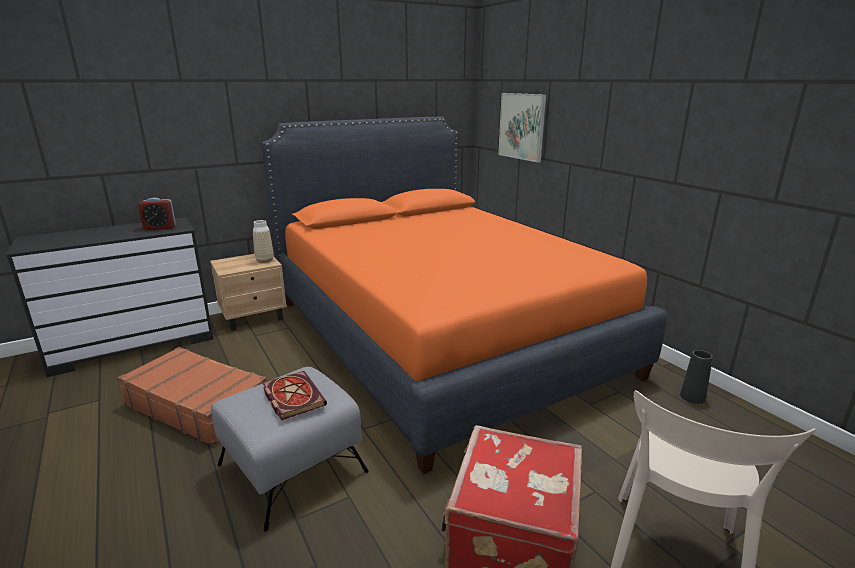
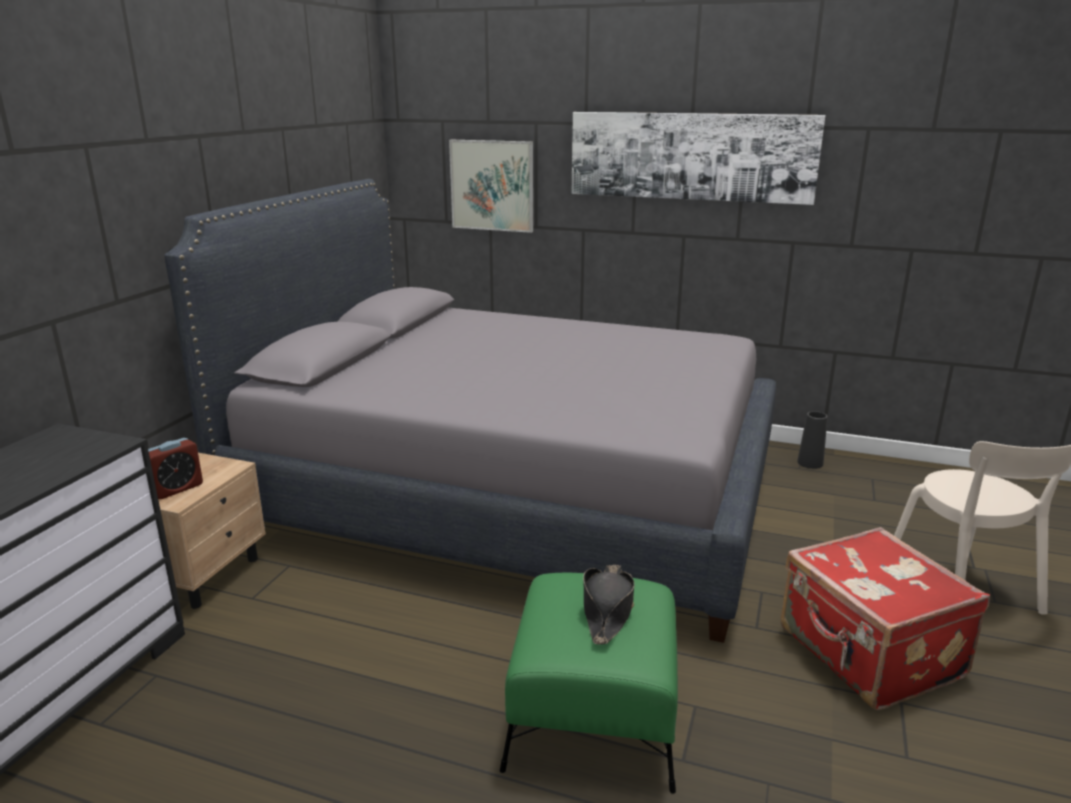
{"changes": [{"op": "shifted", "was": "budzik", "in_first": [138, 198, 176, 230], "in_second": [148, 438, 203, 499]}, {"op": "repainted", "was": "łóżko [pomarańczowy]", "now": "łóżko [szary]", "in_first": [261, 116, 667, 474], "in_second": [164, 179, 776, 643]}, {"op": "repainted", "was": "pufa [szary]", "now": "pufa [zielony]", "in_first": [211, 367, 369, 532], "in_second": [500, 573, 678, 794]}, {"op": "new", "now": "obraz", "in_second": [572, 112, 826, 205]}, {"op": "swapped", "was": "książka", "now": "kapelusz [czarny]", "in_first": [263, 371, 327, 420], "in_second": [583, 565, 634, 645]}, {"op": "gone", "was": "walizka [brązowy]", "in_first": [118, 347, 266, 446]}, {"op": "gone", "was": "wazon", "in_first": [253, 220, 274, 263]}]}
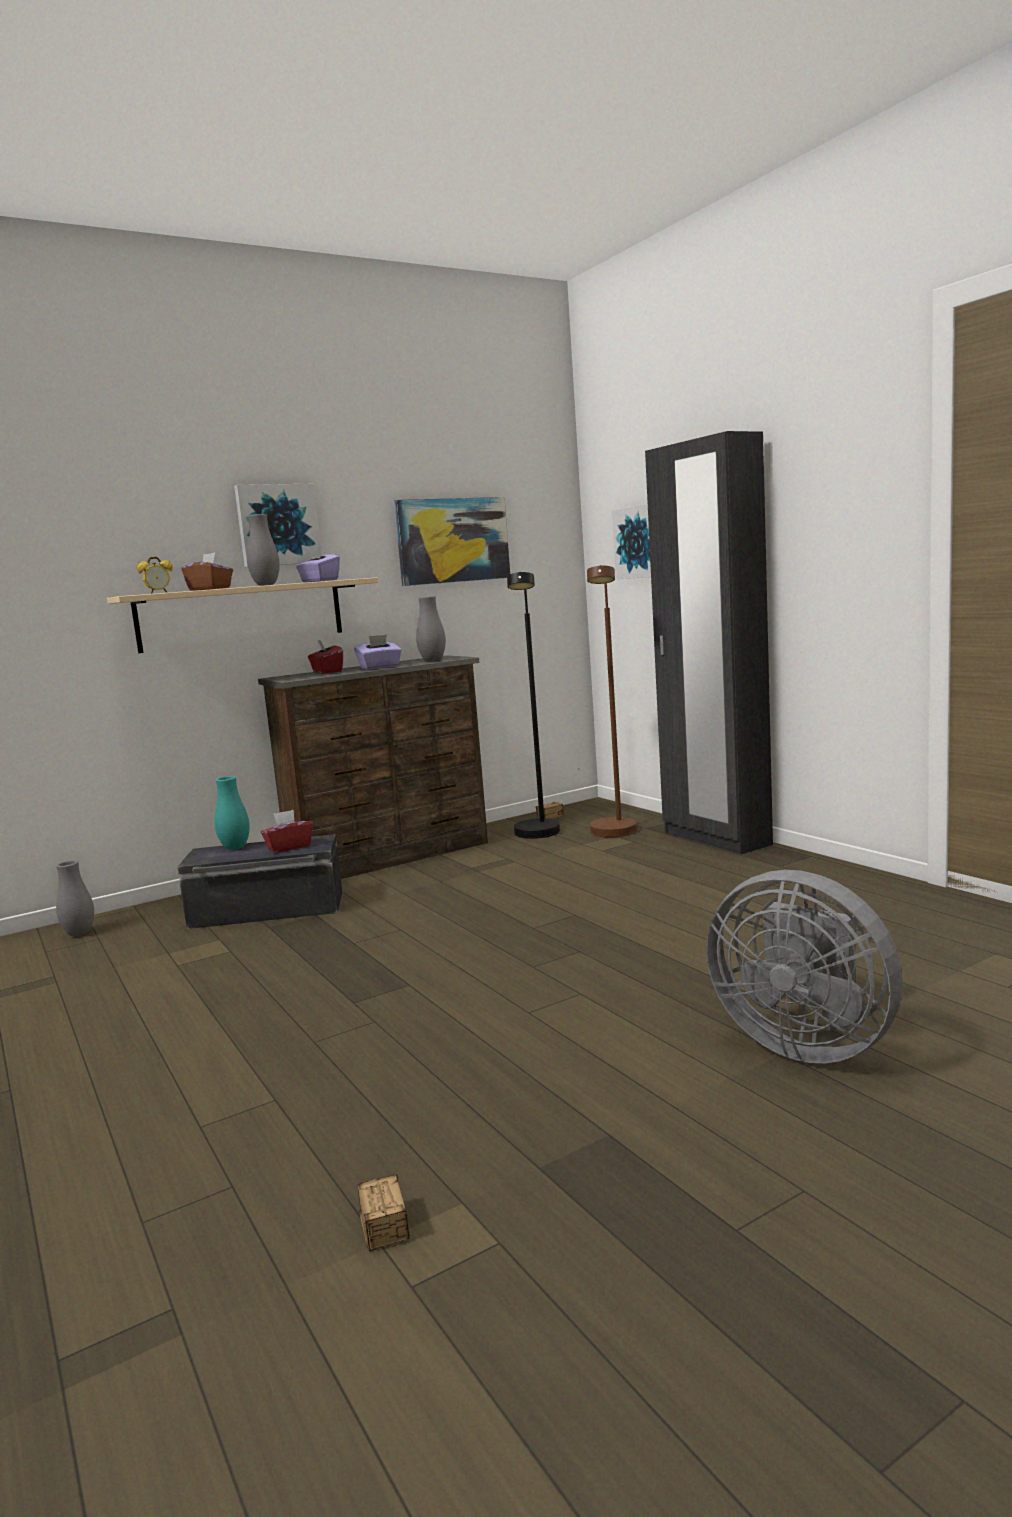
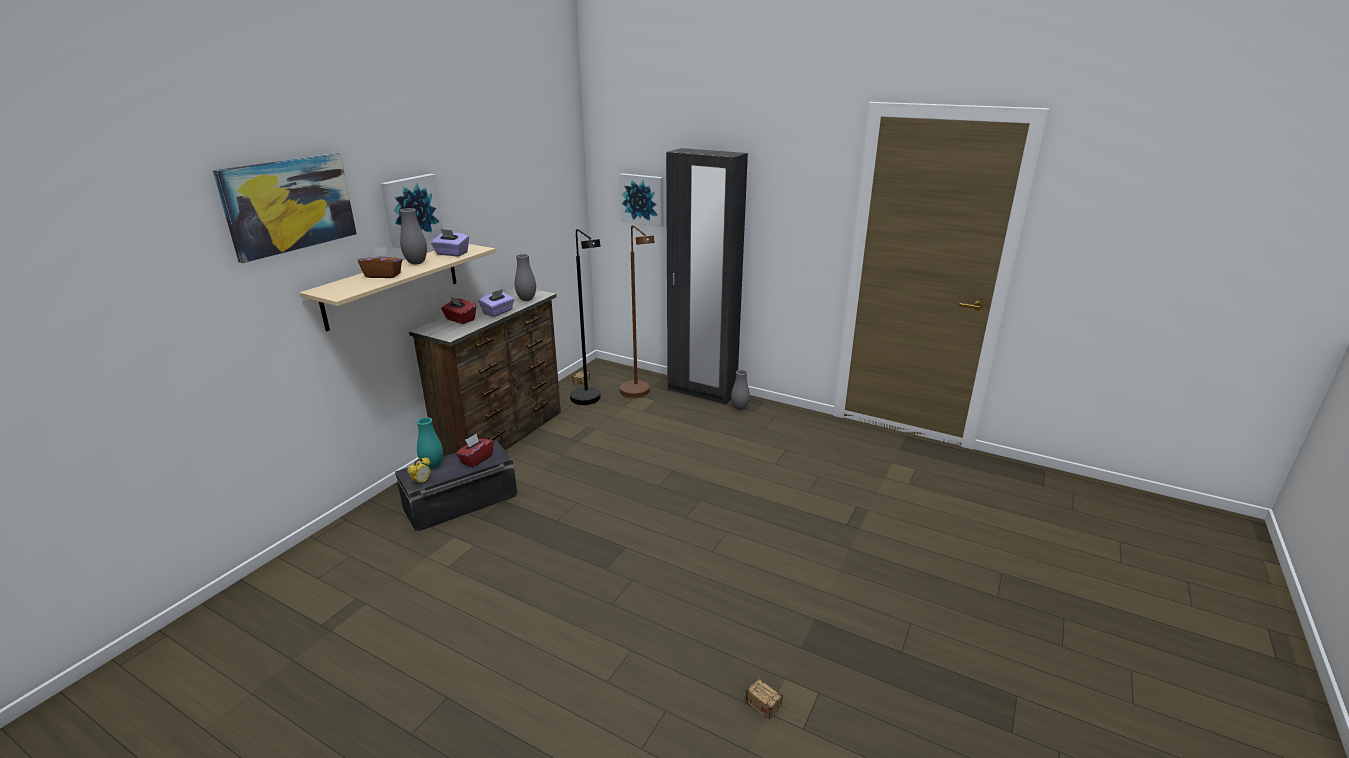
{"changes": [{"op": "shifted", "was": "obraz", "in_first": [394, 497, 510, 586], "in_second": [213, 153, 357, 263]}, {"op": "shifted", "was": "budzik", "in_first": [137, 556, 173, 594], "in_second": [407, 457, 431, 486]}, {"op": "shifted", "was": "wazon [szary]", "in_first": [56, 860, 94, 936], "in_second": [731, 370, 750, 410]}, {"op": "gone", "was": "wentylator [szary]", "in_first": [706, 870, 903, 1063]}]}
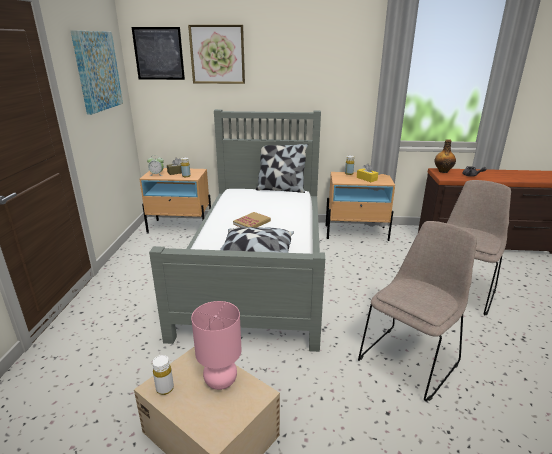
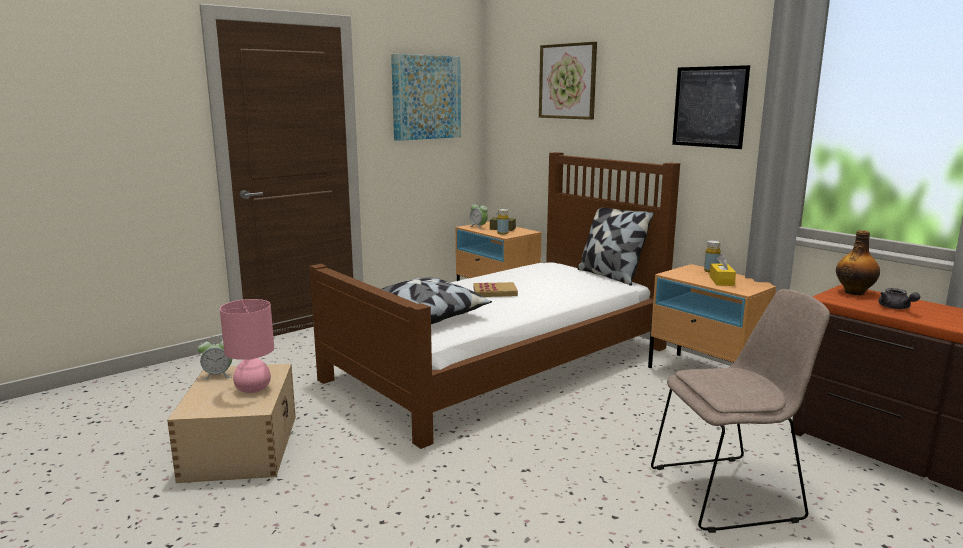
{"changes": [{"op": "swapped", "was": "butelka [biały]", "now": "budzik", "in_first": [152, 355, 174, 395], "in_second": [198, 336, 232, 380]}, {"op": "repainted", "was": "łóżko [szary]", "now": "łóżko [brązowy]", "in_first": [149, 109, 325, 352], "in_second": [309, 152, 680, 449]}, {"op": "shifted", "was": "obraz", "in_first": [131, 27, 185, 80], "in_second": [672, 65, 750, 149]}, {"op": "gone", "was": "krzesło [beżowy]", "in_first": [358, 221, 477, 401]}]}
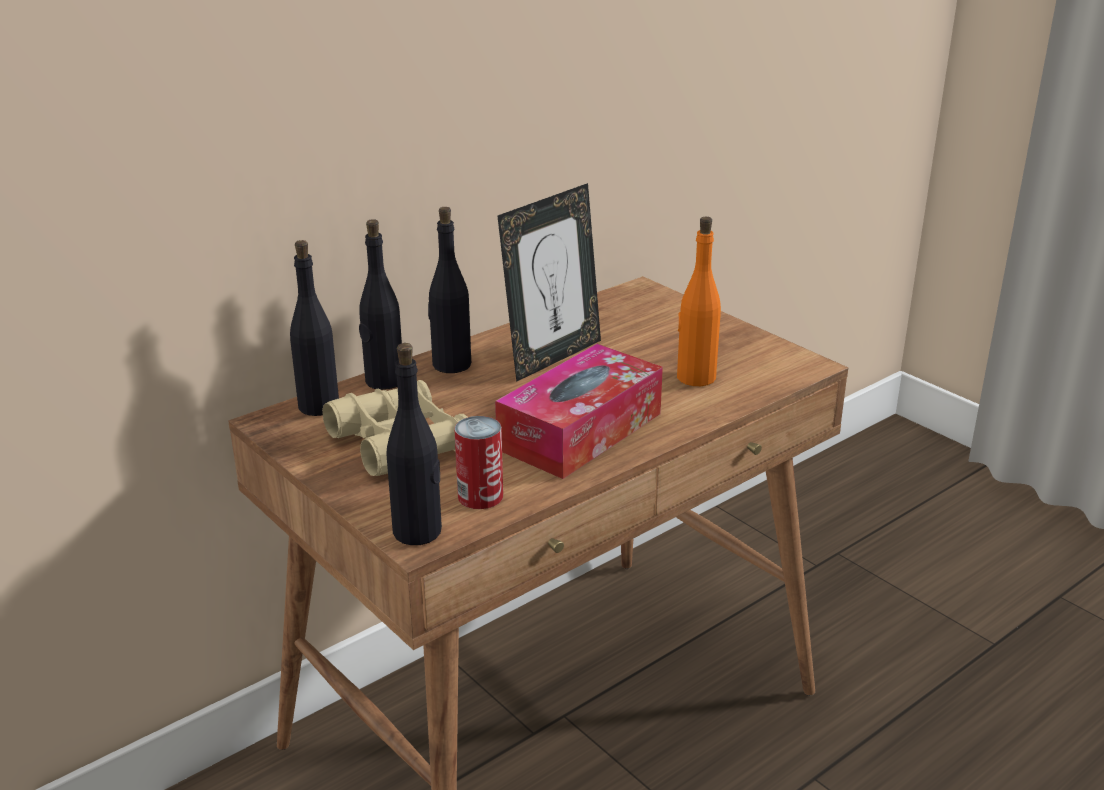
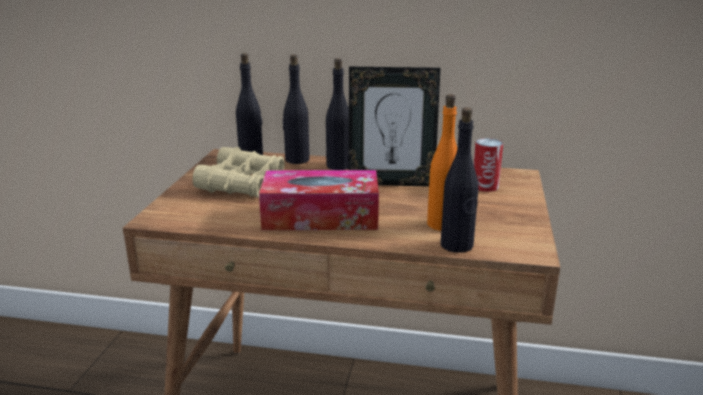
{"changes": [{"op": "shifted", "was": "butelka [czarny]", "in_first": [387, 343, 442, 545], "in_second": [441, 107, 478, 253]}, {"op": "shifted", "was": "puszka", "in_first": [454, 416, 503, 509], "in_second": [474, 138, 503, 192]}]}
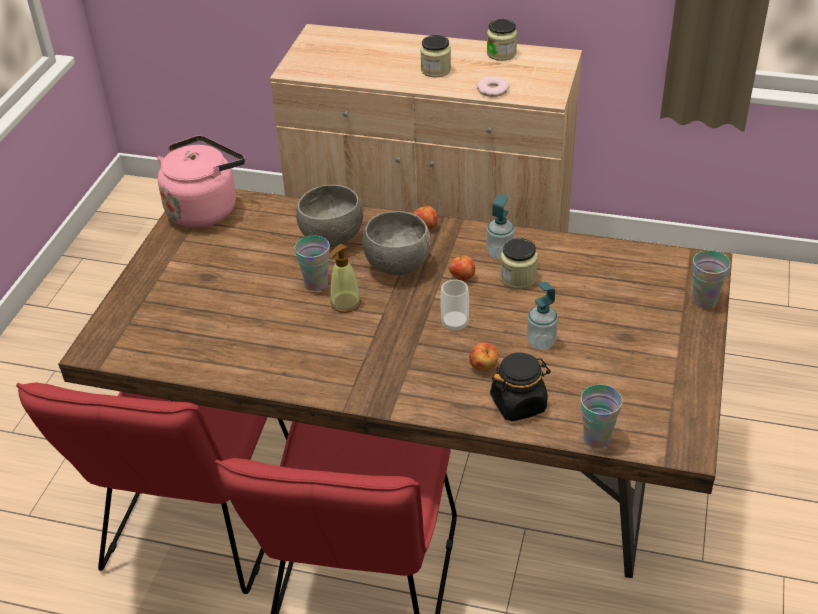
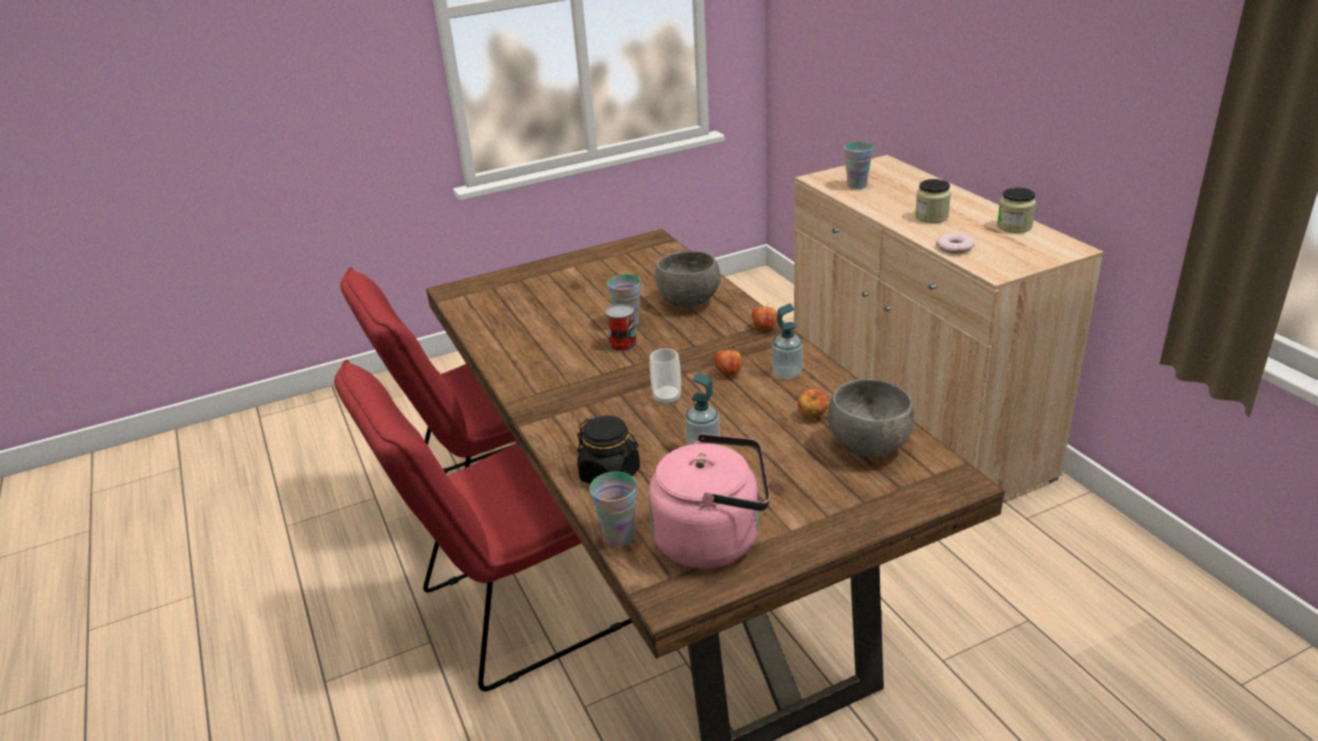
{"changes": [{"op": "swapped", "was": "dozownik mydła", "now": "puszka", "in_first": [329, 244, 361, 313], "in_second": [606, 304, 637, 352]}, {"op": "shifted", "was": "czajnik [różowy]", "in_first": [157, 135, 245, 228], "in_second": [648, 433, 770, 569]}, {"op": "shifted", "was": "jabłko", "in_first": [469, 342, 498, 371], "in_second": [798, 389, 828, 418]}, {"op": "shifted", "was": "miska [szary]", "in_first": [362, 211, 431, 275], "in_second": [828, 379, 914, 458]}, {"op": "shifted", "was": "filiżanka", "in_first": [692, 250, 730, 308], "in_second": [844, 142, 874, 189]}, {"op": "gone", "was": "słoik", "in_first": [500, 238, 537, 289]}]}
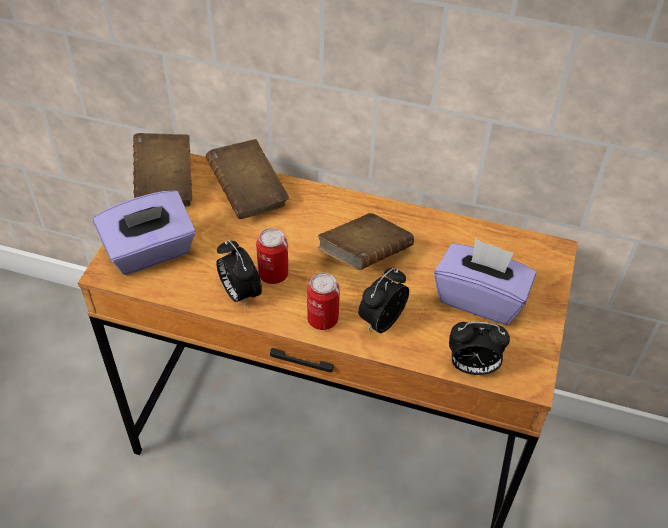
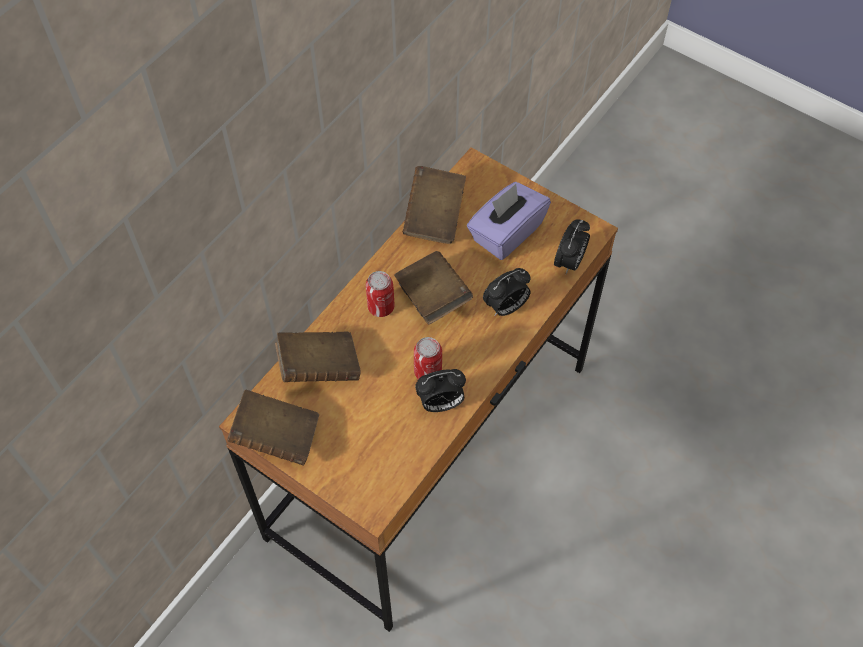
{"changes": [{"op": "shifted", "was": "puszka", "in_first": [307, 273, 340, 330], "in_second": [366, 271, 395, 317]}, {"op": "new", "now": "książka [brązowy]", "in_second": [403, 166, 466, 244]}, {"op": "rotated", "was": "budzik", "in_first": [358, 268, 409, 333], "in_second": [483, 268, 531, 316], "clockwise": -90}, {"op": "gone", "was": "pudełko chusteczek [fioletowy]", "in_first": [93, 191, 196, 275]}]}
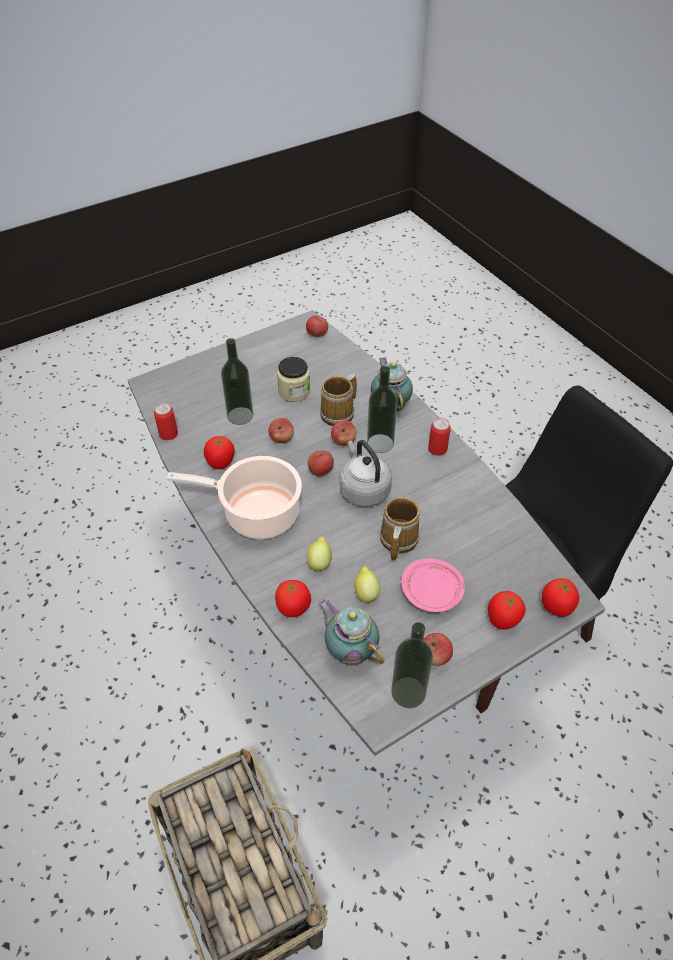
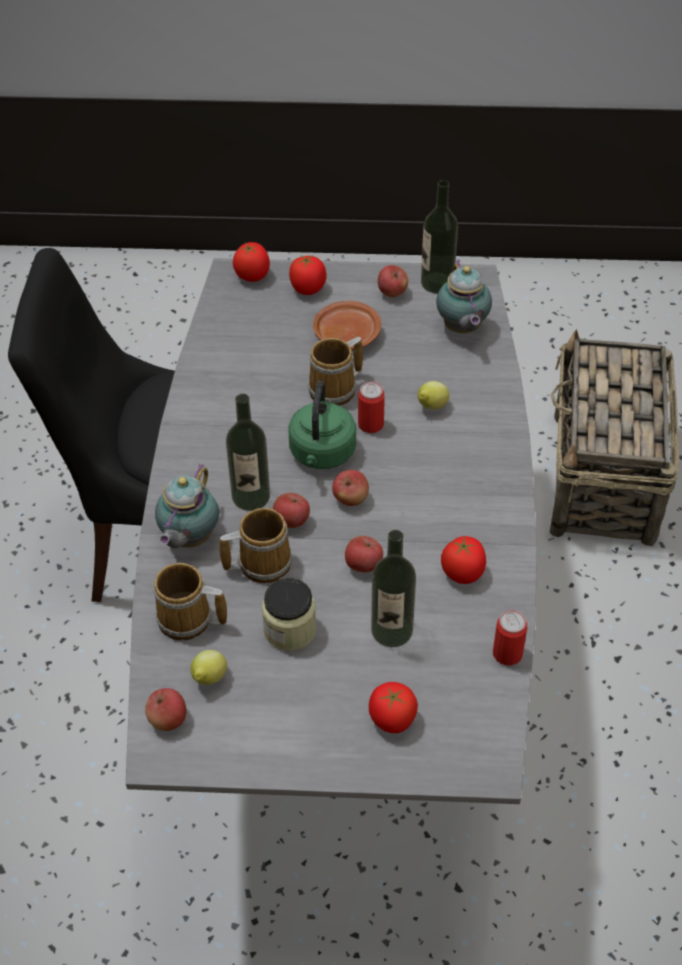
{"changes": [{"op": "new", "now": "kubek", "in_second": [153, 563, 227, 640]}, {"op": "shifted", "was": "cytryna", "in_first": [354, 566, 380, 603], "in_second": [190, 650, 227, 685]}, {"op": "repainted", "was": "czajnik [szary]", "now": "czajnik [zielony]", "in_first": [340, 440, 392, 507], "in_second": [288, 381, 356, 469]}, {"op": "repainted", "was": "talerz [różowy]", "now": "talerz [brązowy]", "in_first": [401, 558, 465, 612], "in_second": [313, 301, 381, 350]}, {"op": "shifted", "was": "puszka", "in_first": [428, 418, 451, 456], "in_second": [358, 382, 385, 433]}, {"op": "shifted", "was": "pomidor", "in_first": [275, 579, 311, 617], "in_second": [369, 682, 418, 733]}, {"op": "gone", "was": "garnek", "in_first": [166, 456, 302, 539]}]}
